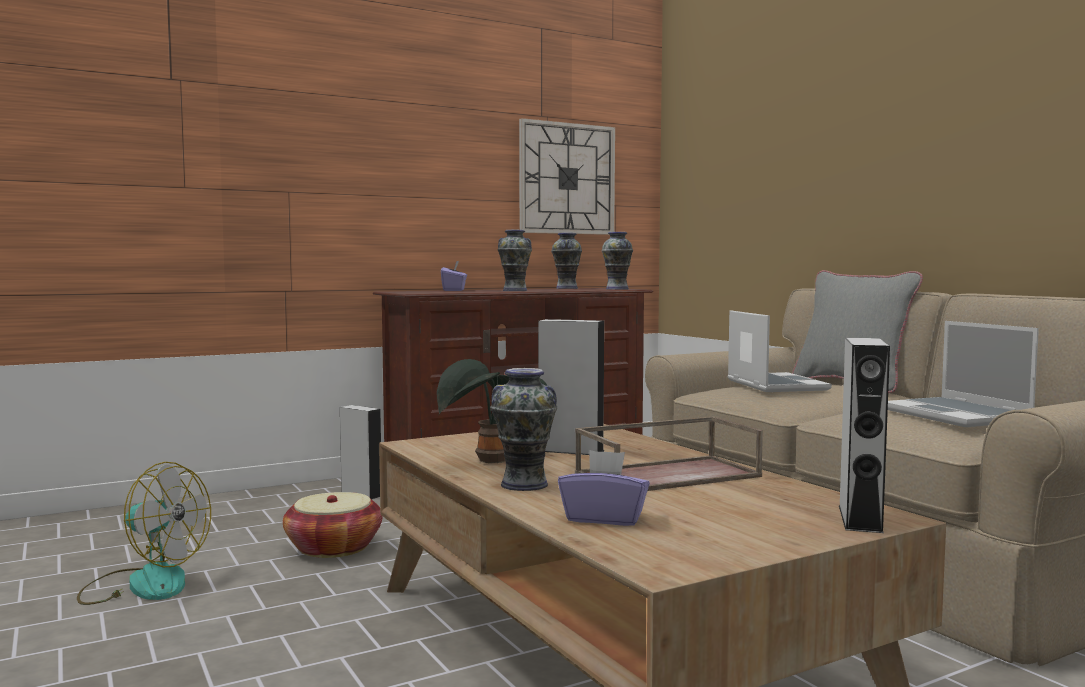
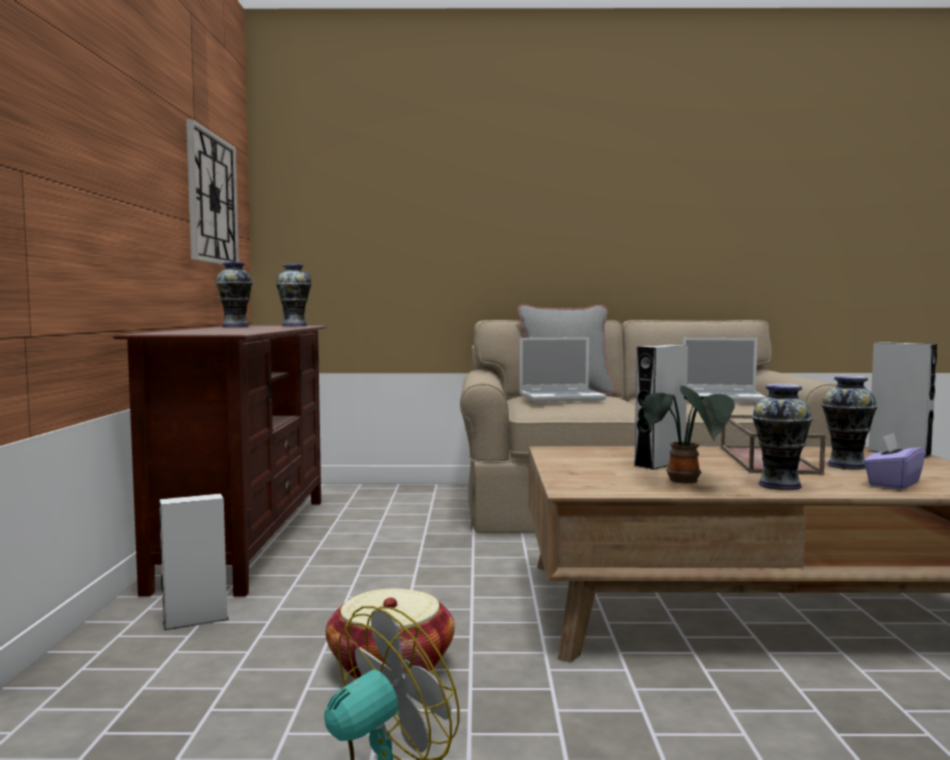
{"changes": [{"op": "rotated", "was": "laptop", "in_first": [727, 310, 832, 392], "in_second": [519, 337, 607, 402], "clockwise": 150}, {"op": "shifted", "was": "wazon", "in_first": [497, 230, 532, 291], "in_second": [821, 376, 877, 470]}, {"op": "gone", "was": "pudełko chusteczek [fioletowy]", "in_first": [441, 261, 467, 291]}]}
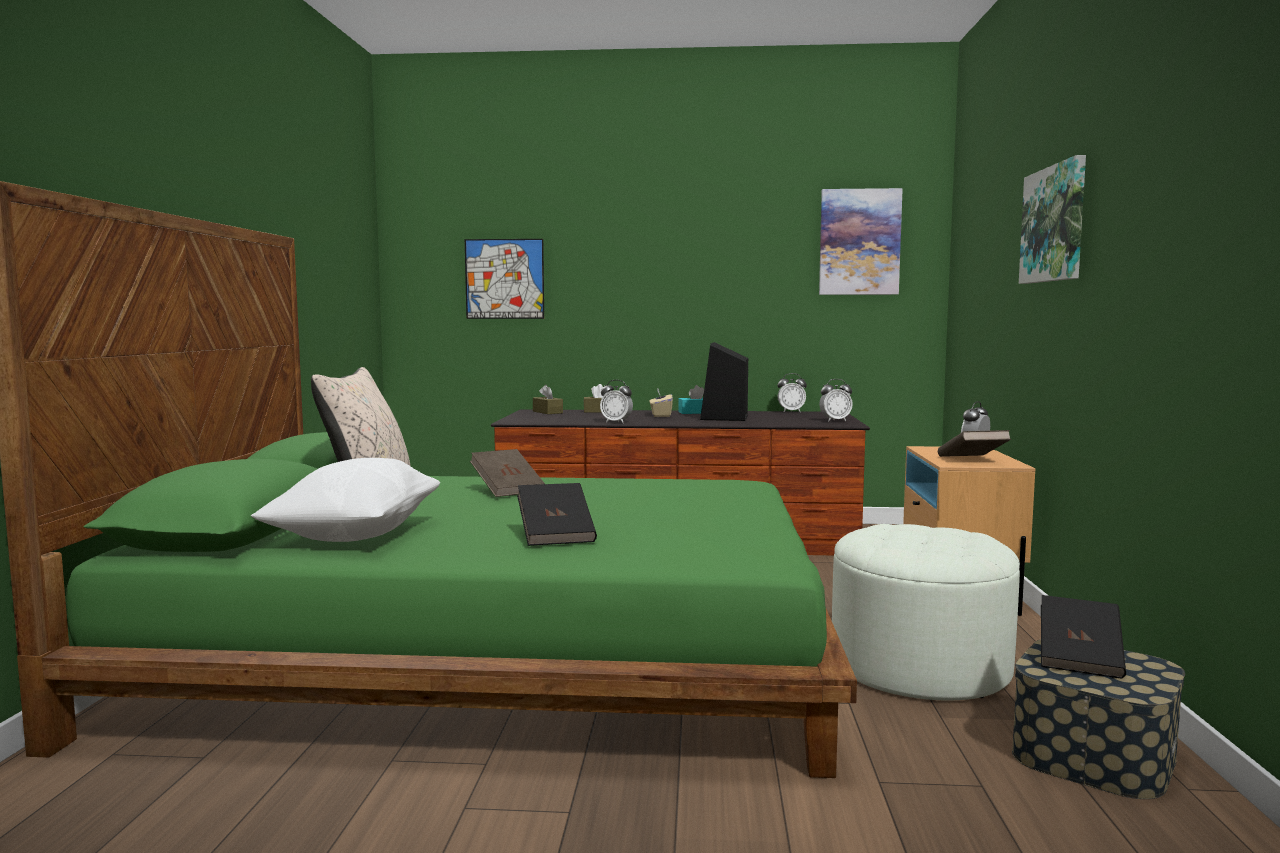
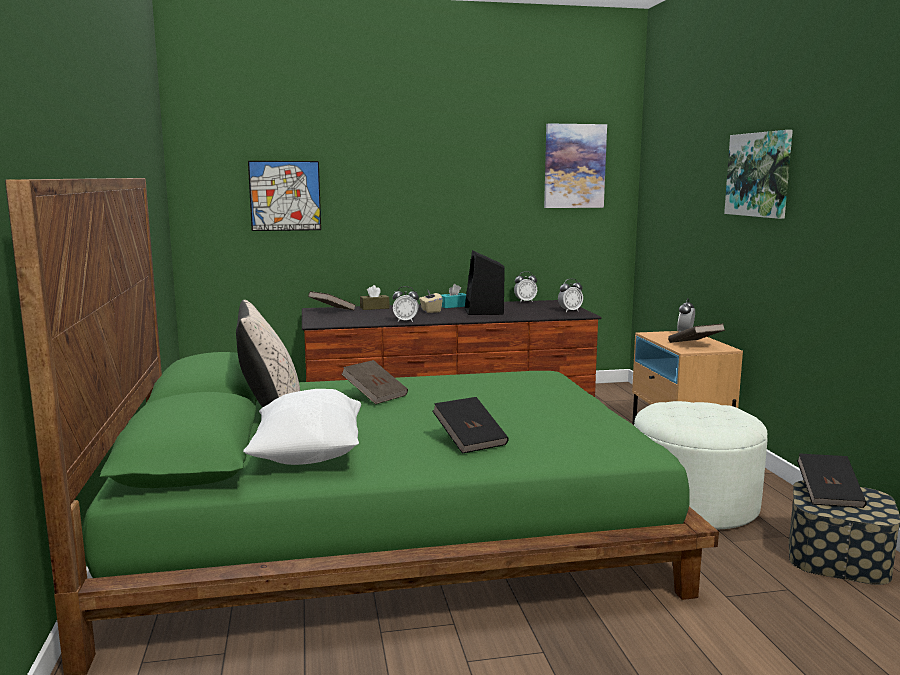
{"changes": [{"op": "swapped", "was": "pudełko chusteczek [brązowy]", "now": "książka [brązowy]", "in_first": [533, 385, 563, 414], "in_second": [308, 291, 355, 311]}]}
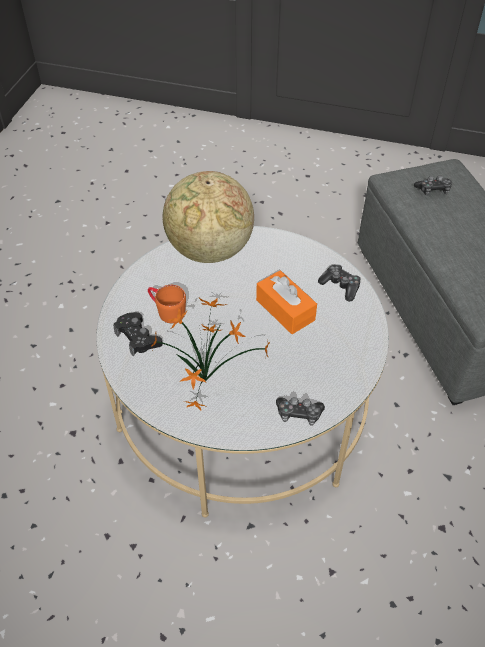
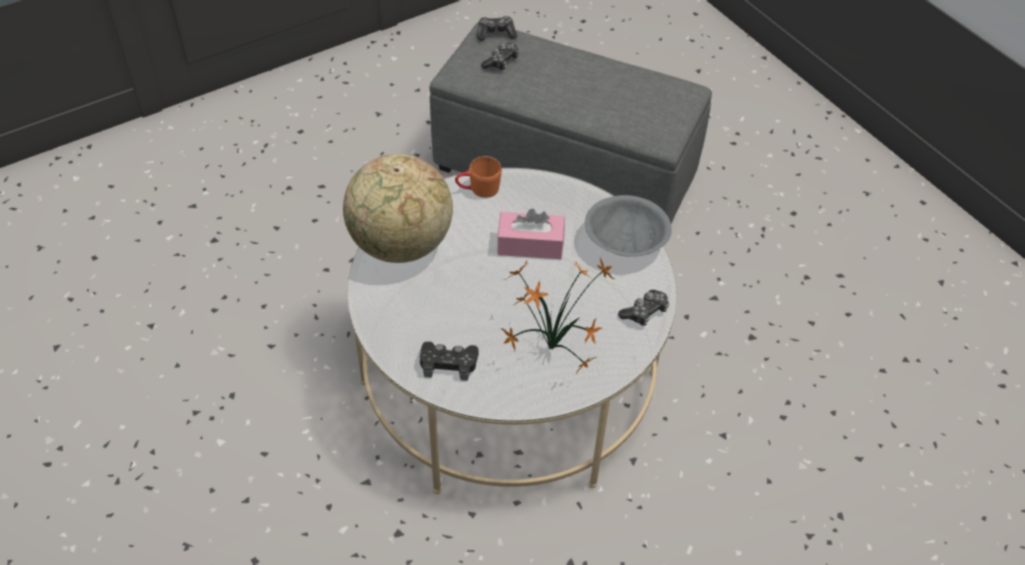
{"changes": [{"op": "shifted", "was": "kubek [pomarańczowy]", "in_first": [148, 285, 186, 323], "in_second": [455, 156, 502, 198]}, {"op": "shifted", "was": "pad do gier", "in_first": [318, 265, 361, 301], "in_second": [477, 16, 517, 41]}, {"op": "repainted", "was": "pudełko chusteczek [pomarańczowy]", "now": "pudełko chusteczek [różowy]", "in_first": [256, 270, 317, 334], "in_second": [497, 209, 565, 259]}, {"op": "new", "now": "miska [szary]", "in_second": [585, 195, 672, 256]}]}
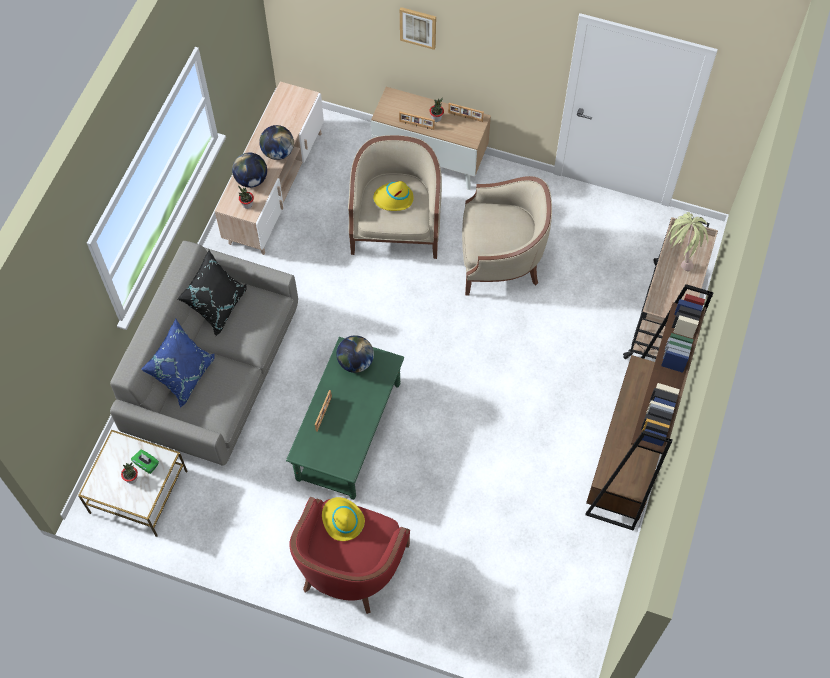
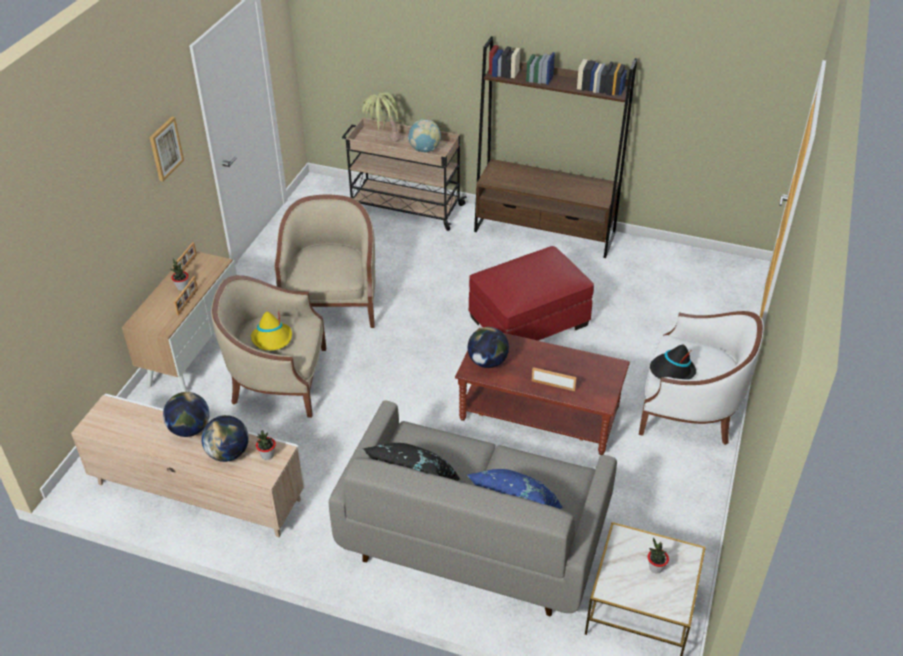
{"changes": [{"op": "shifted", "was": "obraz", "in_first": [400, 7, 436, 50], "in_second": [150, 117, 184, 182]}, {"op": "new", "now": "globus", "in_second": [408, 119, 441, 153]}, {"op": "repainted", "was": "ława [zielony]", "now": "ława [brązowy]", "in_first": [286, 337, 404, 500], "in_second": [455, 328, 630, 455]}, {"op": "new", "now": "pufa [czerwony]", "in_second": [468, 246, 594, 341]}, {"op": "repainted", "was": "fotel [czerwony]", "now": "fotel [biały]", "in_first": [289, 497, 410, 614], "in_second": [639, 311, 764, 445]}, {"op": "repainted", "was": "kapelusz [żółty]", "now": "kapelusz [czarny]", "in_first": [322, 497, 365, 541], "in_second": [650, 344, 696, 380]}, {"op": "gone", "was": "pudełko chusteczek [zielony]", "in_first": [131, 450, 159, 474]}]}
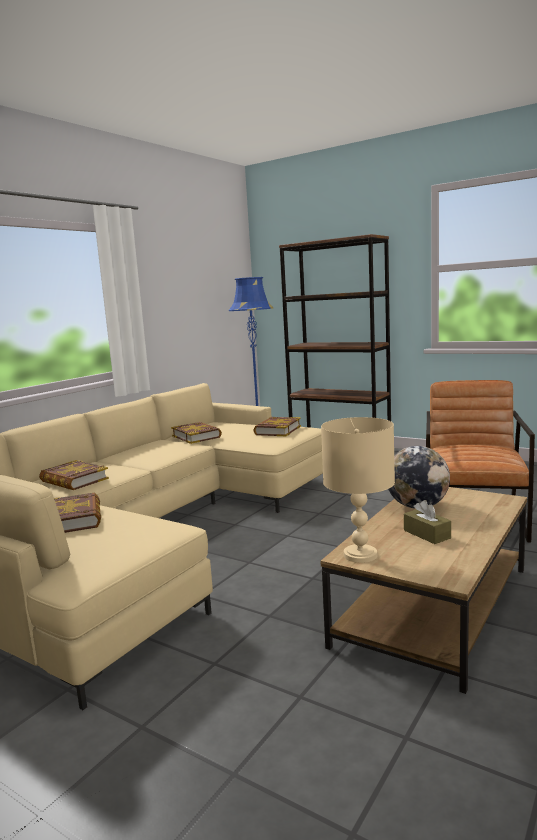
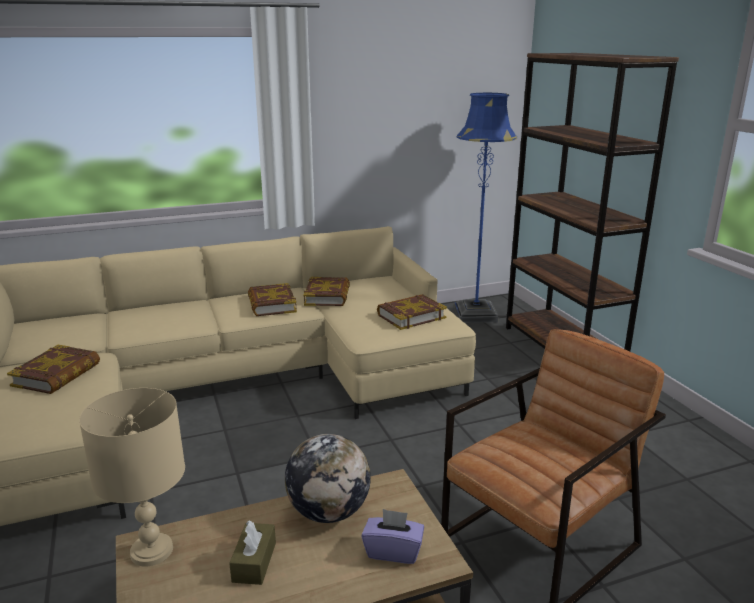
{"changes": [{"op": "shifted", "was": "książka", "in_first": [39, 460, 109, 490], "in_second": [248, 283, 297, 316]}, {"op": "new", "now": "pudełko chusteczek [fioletowy]", "in_second": [361, 509, 424, 564]}]}
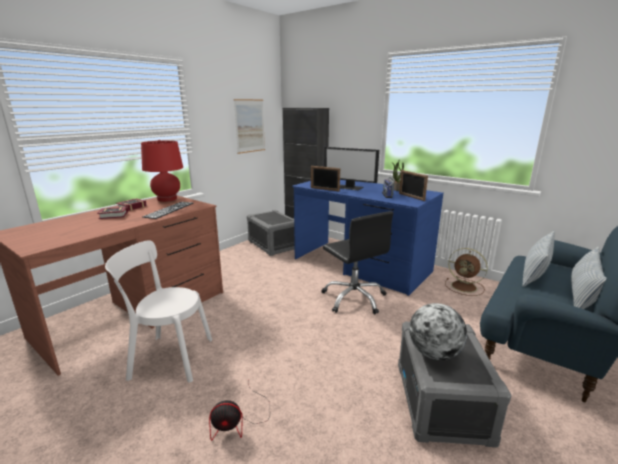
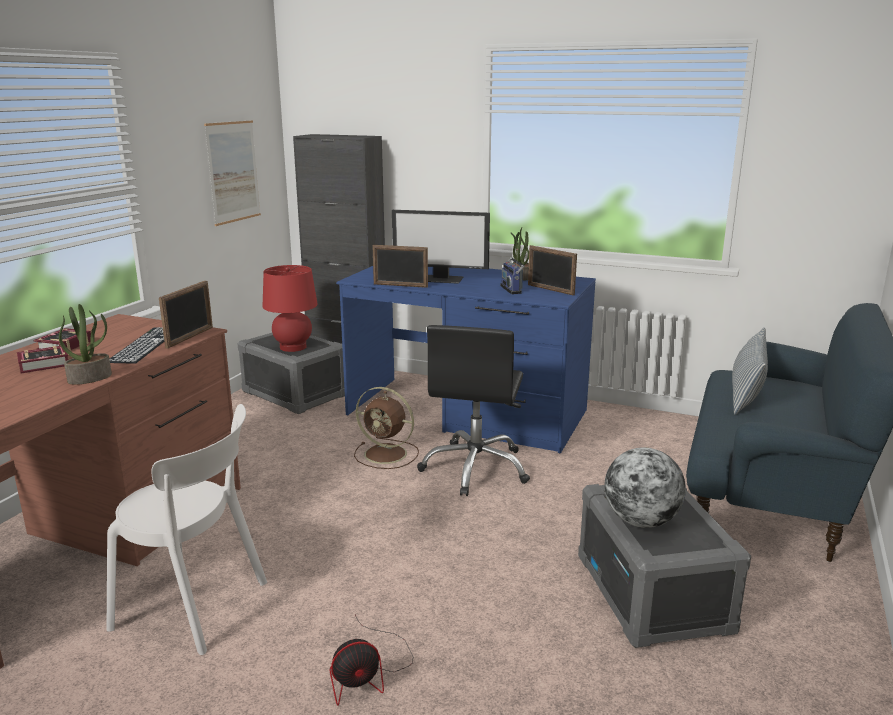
{"changes": [{"op": "new", "now": "roślina doniczkowa", "in_second": [59, 304, 112, 385]}, {"op": "rotated", "was": "krzesło [biały]", "in_first": [105, 240, 212, 383], "in_second": [106, 404, 267, 655], "clockwise": -150}, {"op": "new", "now": "ramka na zdjęcie", "in_second": [159, 280, 213, 349]}, {"op": "shifted", "was": "lampa stołowa [czerwony]", "in_first": [141, 140, 183, 202], "in_second": [263, 265, 318, 352]}, {"op": "shifted", "was": "wentylator [brązowy]", "in_first": [445, 248, 488, 296], "in_second": [354, 387, 419, 469]}, {"op": "rotated", "was": "krzesło biurowe [czarny]", "in_first": [321, 211, 393, 314], "in_second": [417, 325, 530, 496], "clockwise": 60}, {"op": "gone", "was": "poduszka", "in_first": [571, 247, 606, 309]}]}
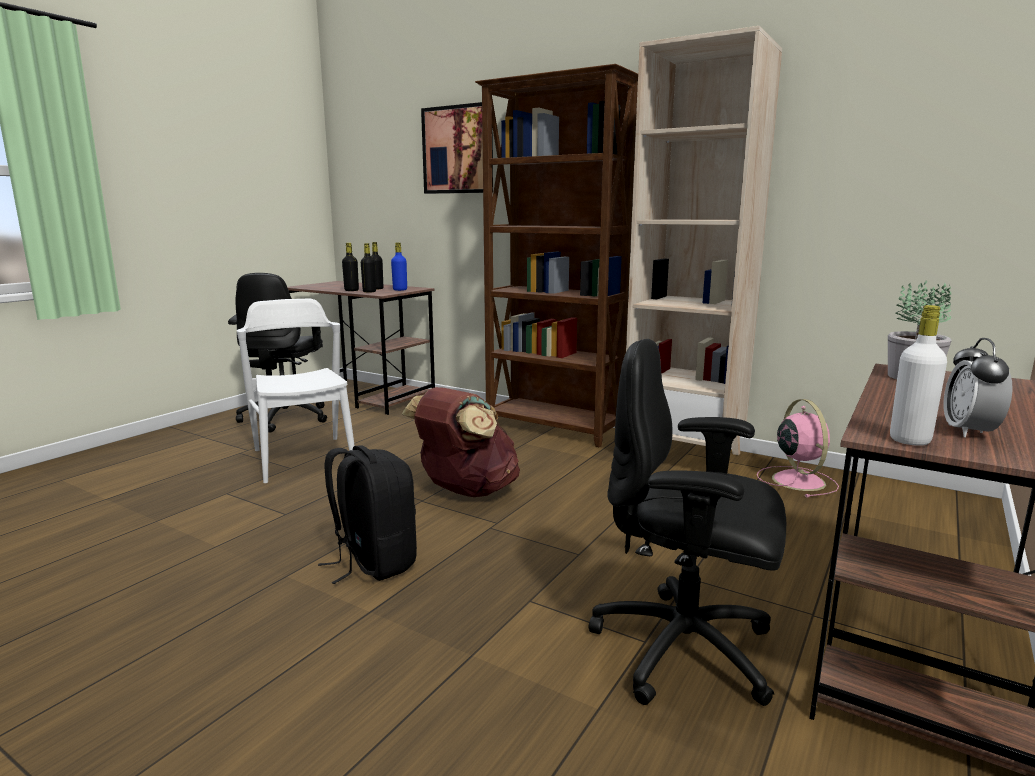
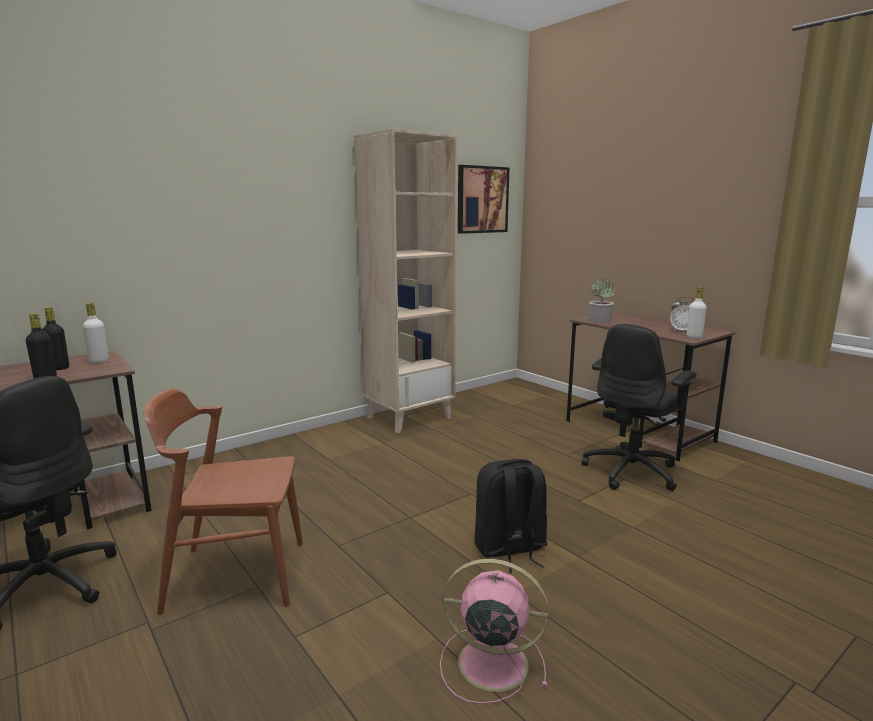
{"changes": [{"op": "repainted", "was": "butelka [niebieski]", "now": "butelka [biały]", "in_first": [391, 242, 407, 291], "in_second": [83, 303, 108, 363]}, {"op": "repainted", "was": "krzesło [biały]", "now": "krzesło [brązowy]", "in_first": [237, 299, 355, 483], "in_second": [143, 388, 303, 615]}, {"op": "shifted", "was": "wentylator [różowy]", "in_first": [757, 399, 839, 497], "in_second": [440, 559, 549, 704]}, {"op": "shifted", "was": "obraz", "in_first": [421, 102, 493, 194], "in_second": [458, 165, 510, 234]}, {"op": "gone", "was": "butelka [czarny]", "in_first": [361, 243, 376, 293]}, {"op": "gone", "was": "plecak [brązowy]", "in_first": [402, 387, 520, 497]}, {"op": "gone", "was": "regał [brązowy]", "in_first": [475, 64, 638, 447]}]}
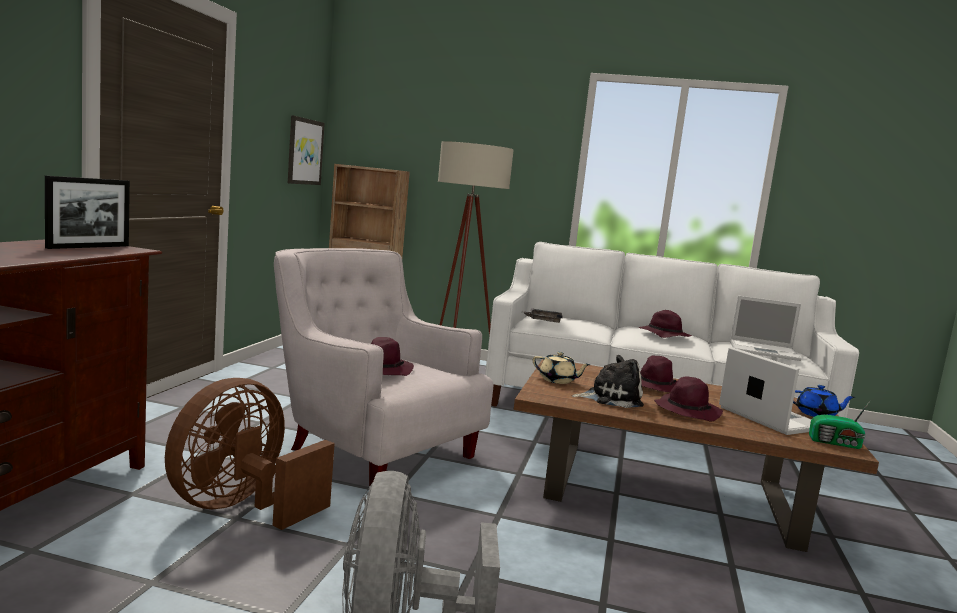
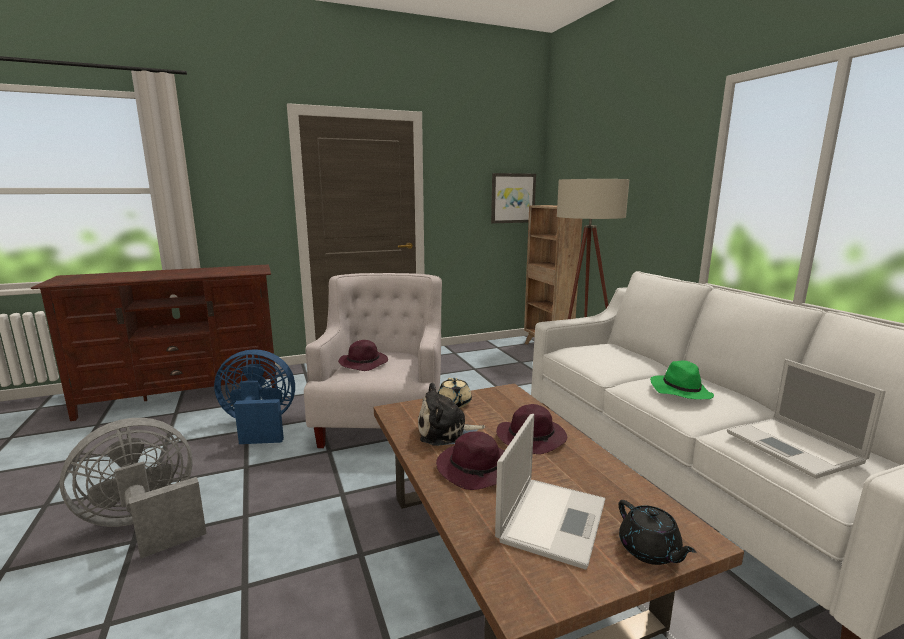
{"changes": [{"op": "repainted", "was": "wentylator [brązowy]", "now": "wentylator [niebieski]", "in_first": [165, 378, 335, 530], "in_second": [214, 349, 295, 444]}, {"op": "rotated", "was": "pluszak", "in_first": [572, 355, 644, 408], "in_second": [418, 383, 485, 446], "clockwise": 120}, {"op": "repainted", "was": "imbryk [niebieski]", "now": "imbryk [czarny]", "in_first": [793, 385, 855, 417], "in_second": [619, 500, 696, 565]}, {"op": "repainted", "was": "kapelusz [fioletowy]", "now": "kapelusz [zielony]", "in_first": [639, 310, 692, 338], "in_second": [650, 361, 714, 399]}, {"op": "gone", "was": "ramka na zdjęcie", "in_first": [45, 176, 130, 249]}, {"op": "gone", "was": "taca [szary]", "in_first": [522, 308, 562, 323]}, {"op": "gone", "was": "radio", "in_first": [809, 401, 870, 449]}]}
